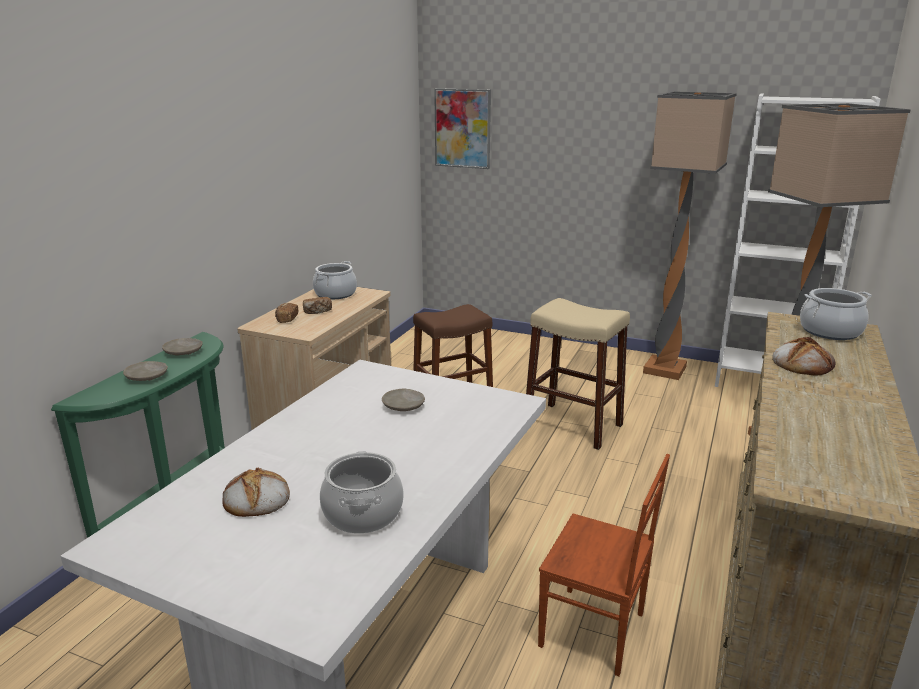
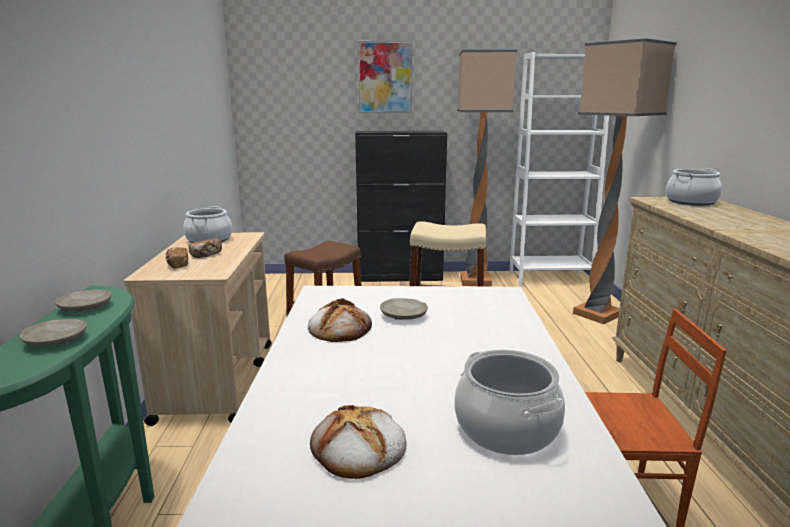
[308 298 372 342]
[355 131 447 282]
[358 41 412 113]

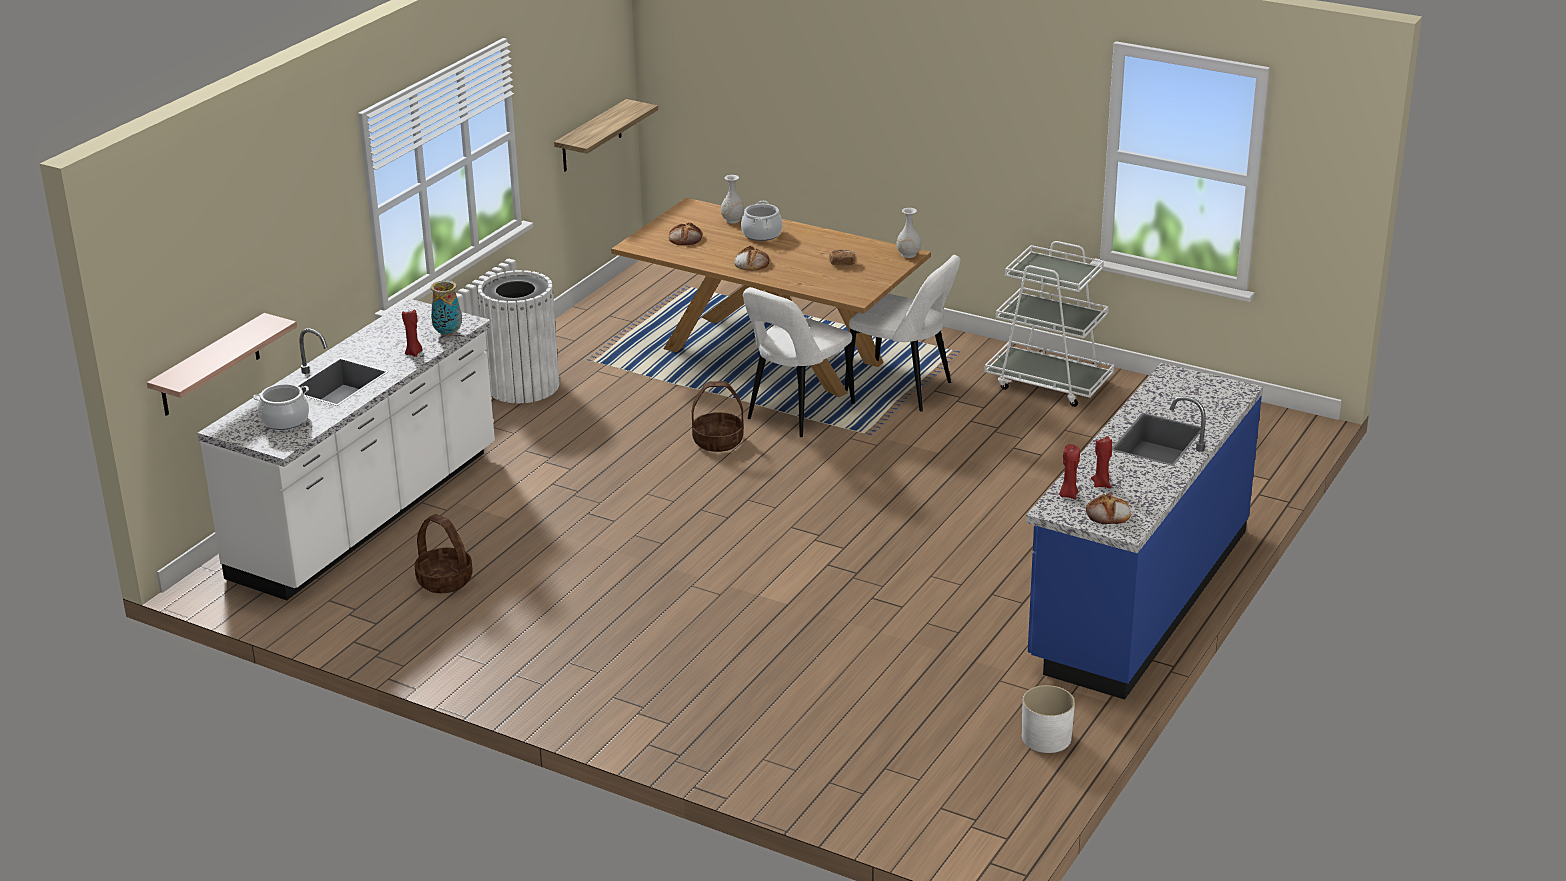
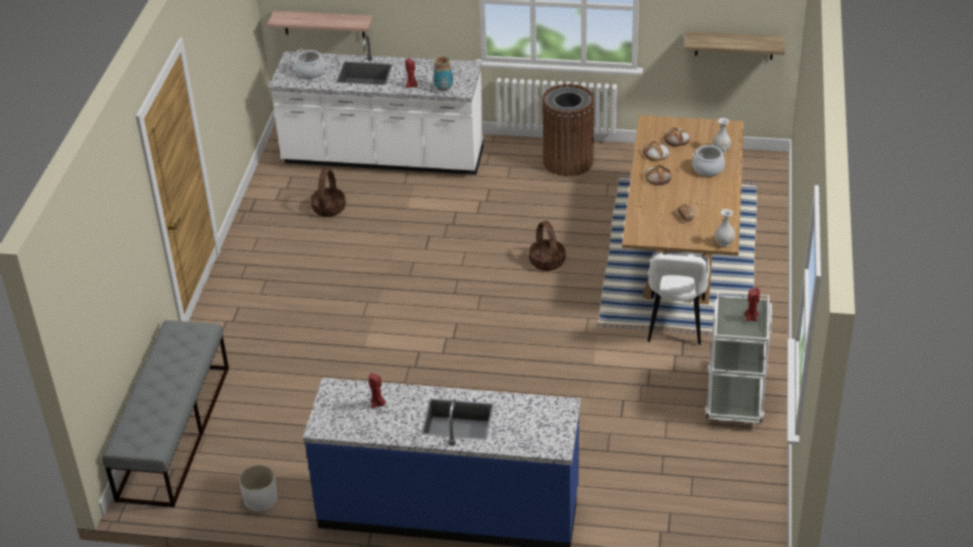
[102 320 229 507]
[542 84 595 177]
[643 141 670 161]
[744 287 760 322]
[743 287 855 437] (first image)

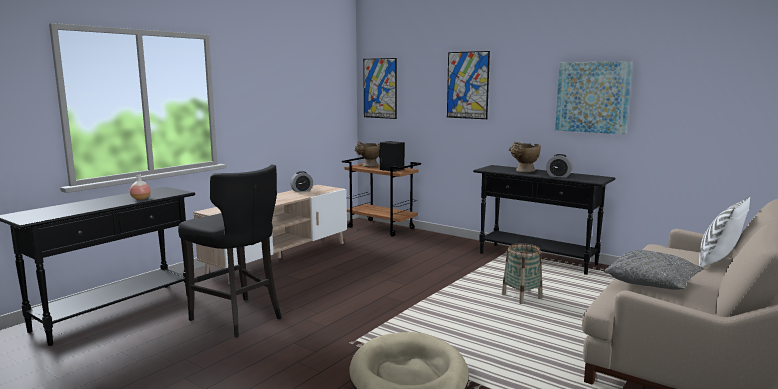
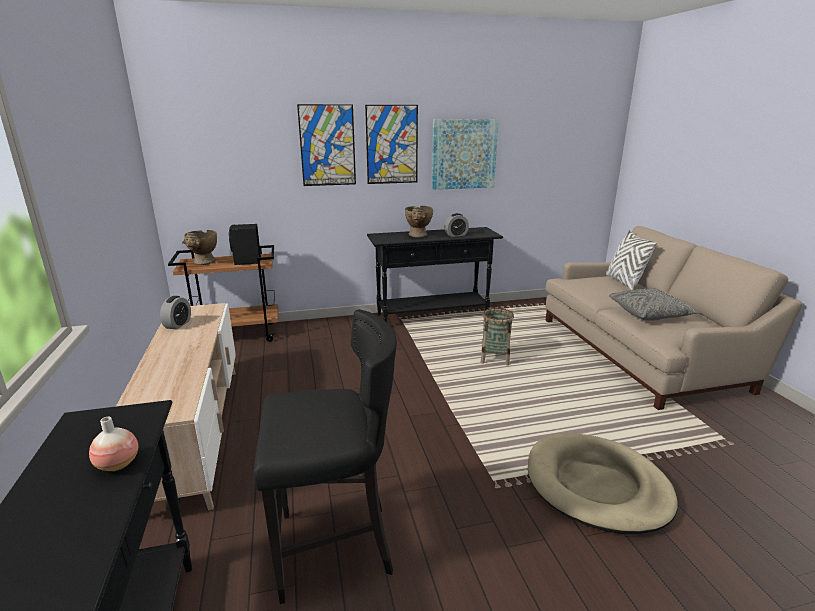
[365 105 418 184]

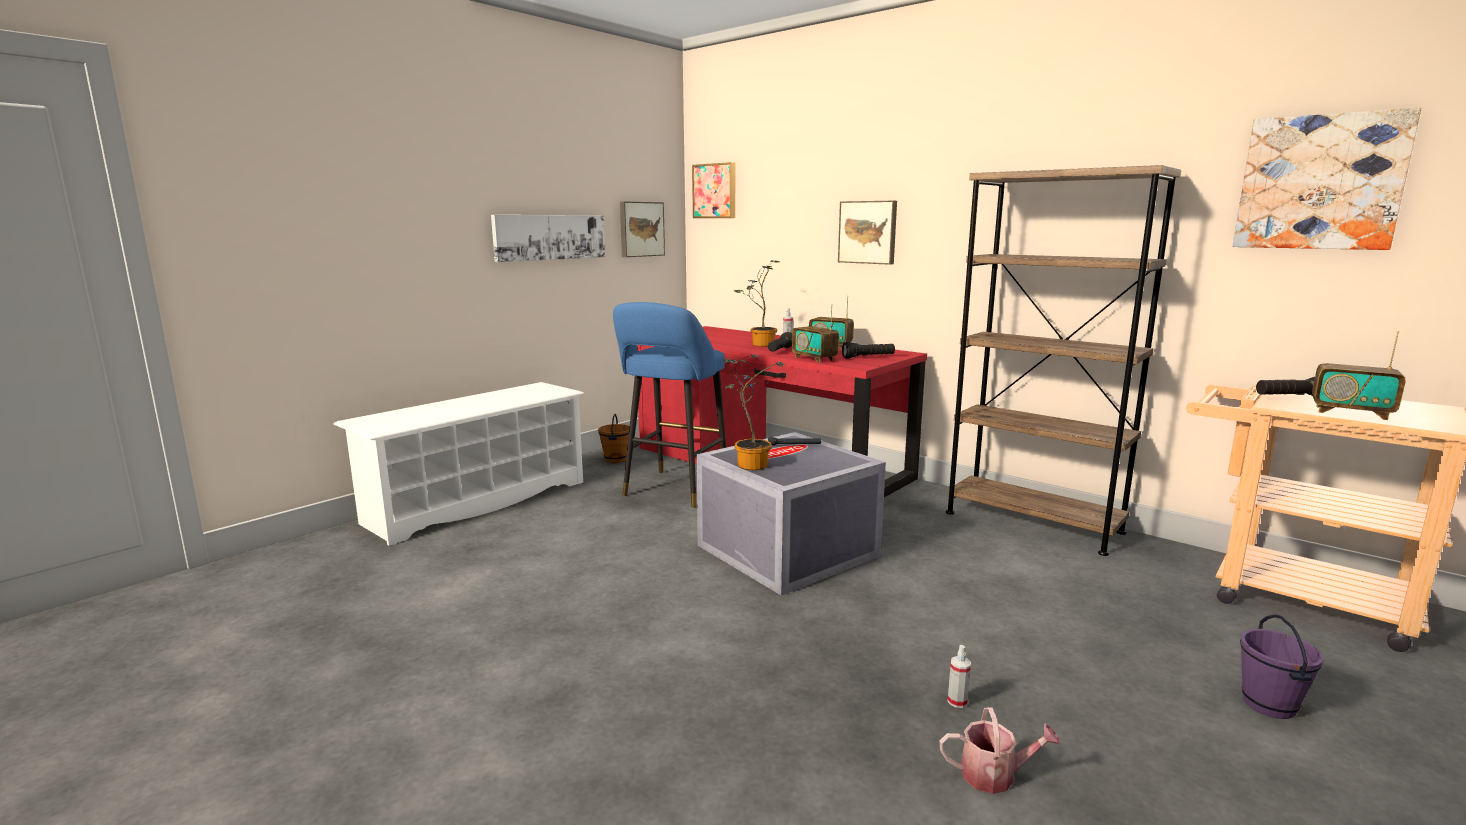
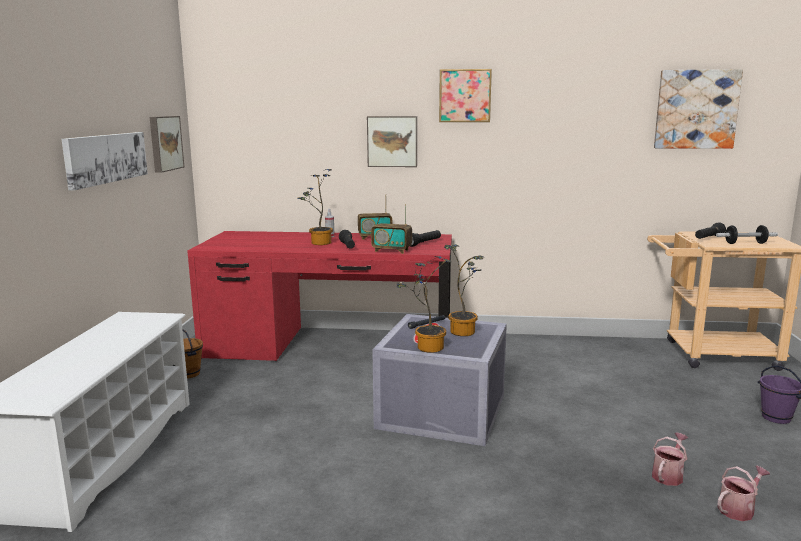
[439 69 492 122]
[444 244 485 336]
[652 432 688 486]
[716 225 778 244]
[613 302 726 508] (first image)
[946 165 1181 556] (first image)

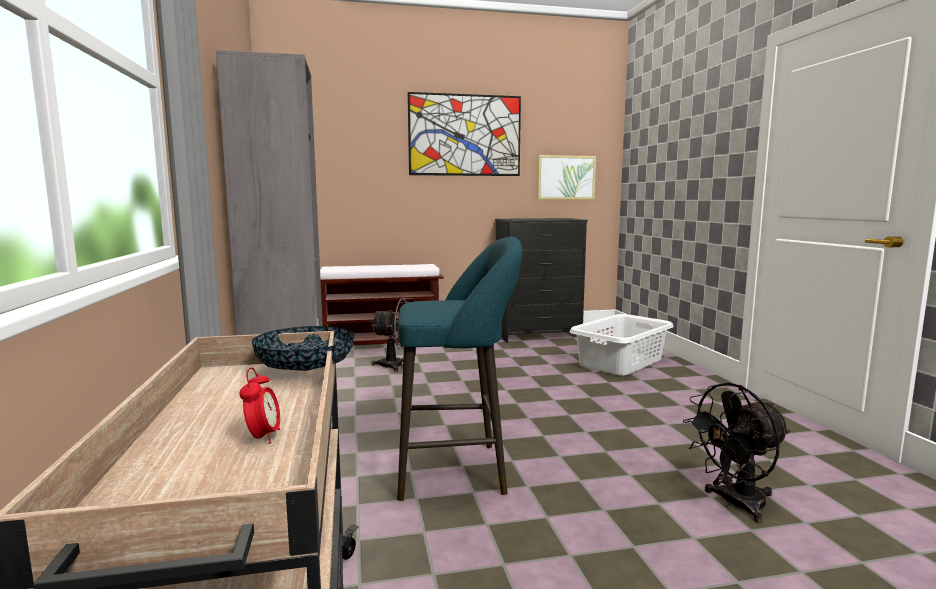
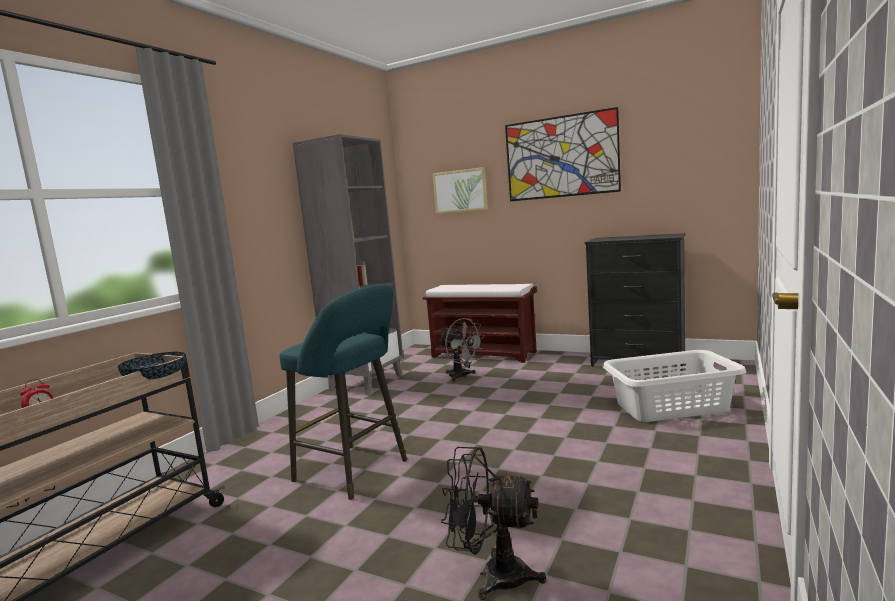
[433 167 488 214]

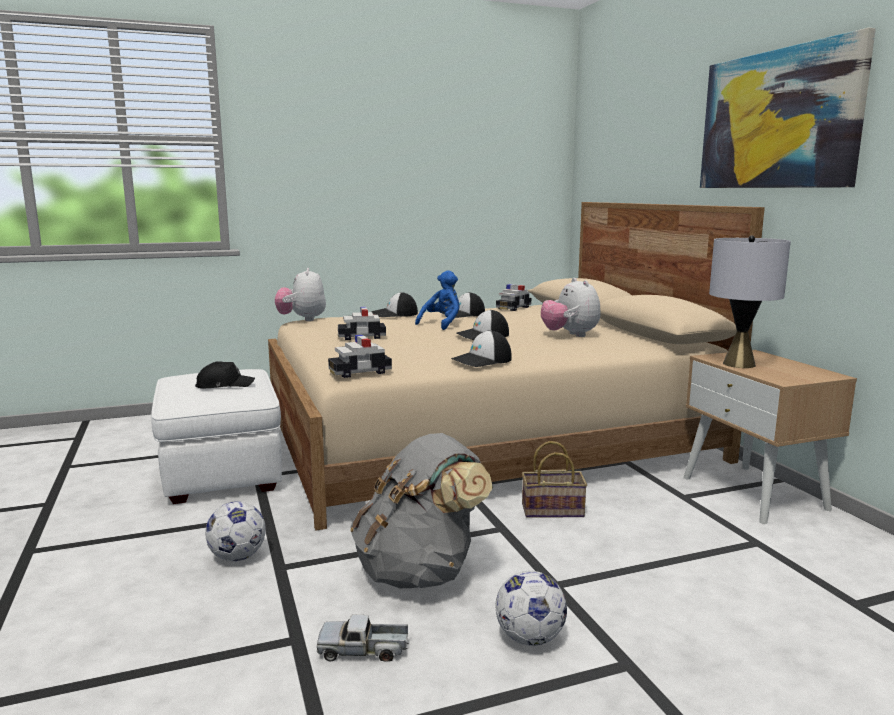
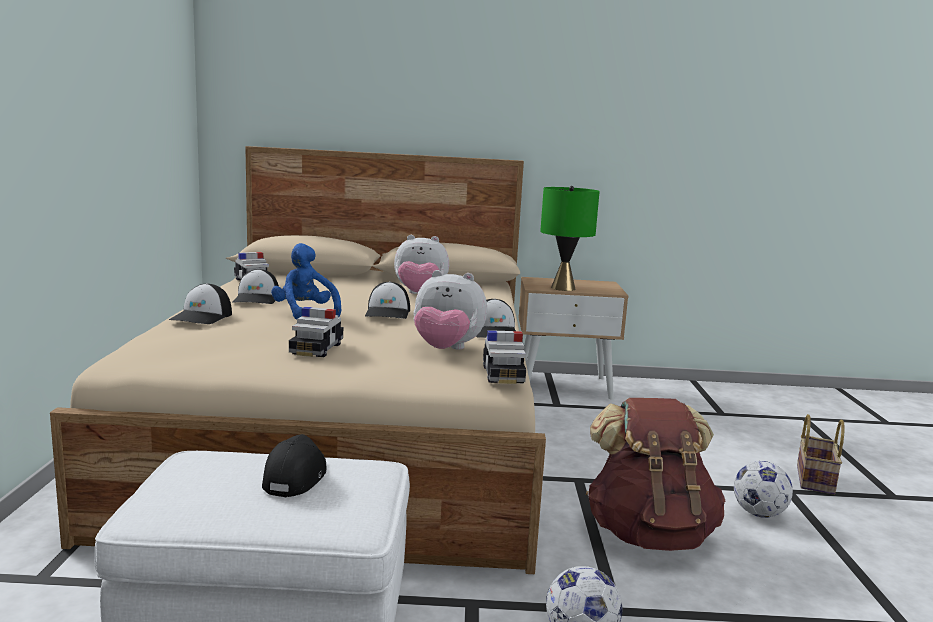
[413 270 487 350]
[540 186 600 291]
[586 398 725 551]
[797 414 844 495]
[317 615 408 662] (first image)
[700 28 876 188] (first image)

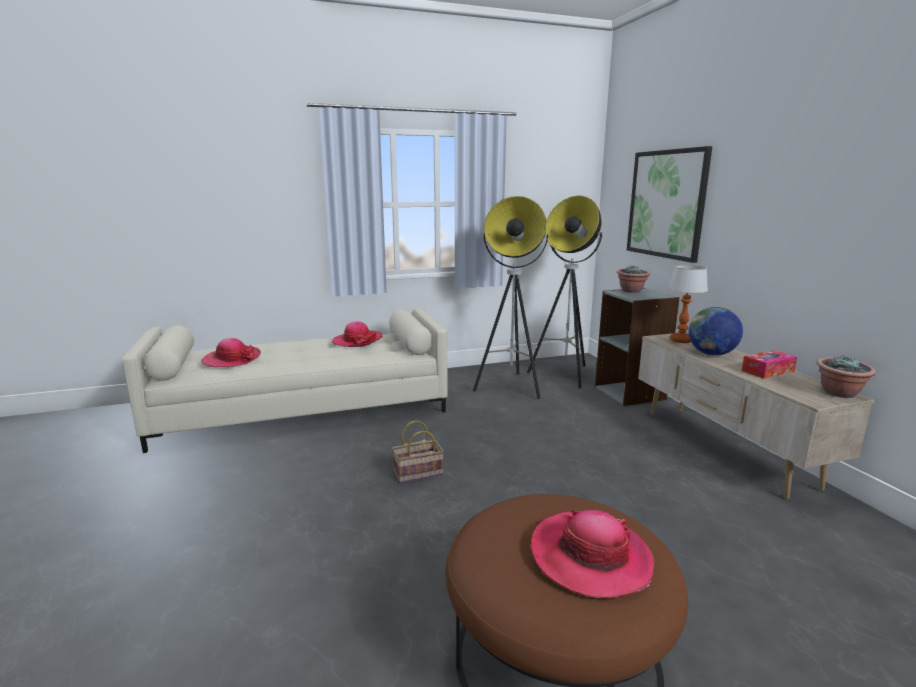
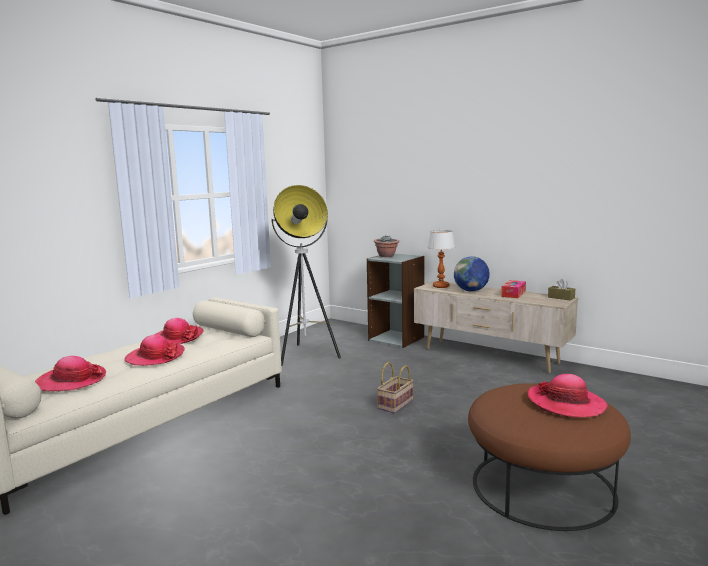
[125 335 185 366]
[377 362 413 413]
[548 279 575 301]
[527 196 603 389] (first image)
[627 146 712 263] (first image)

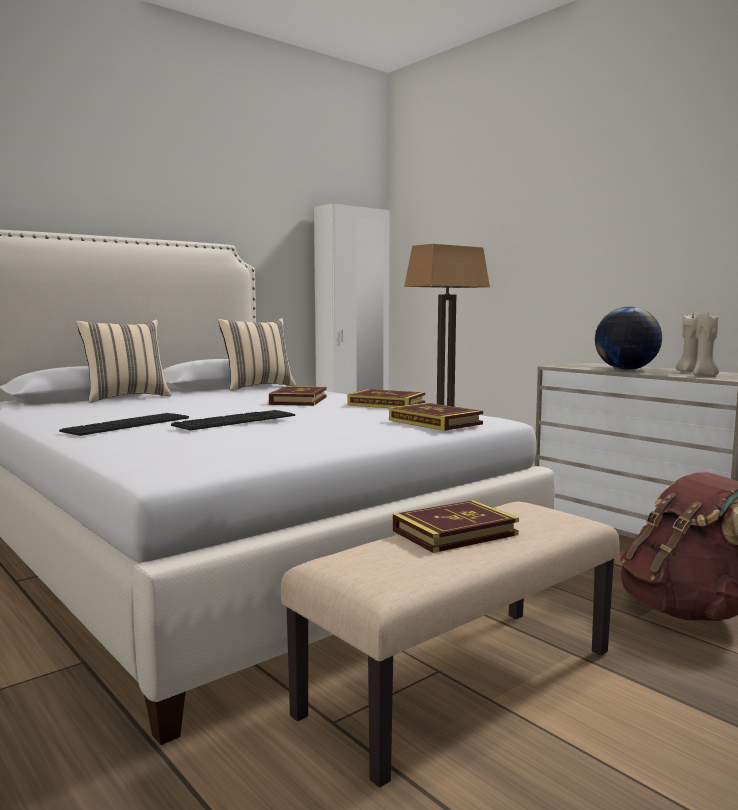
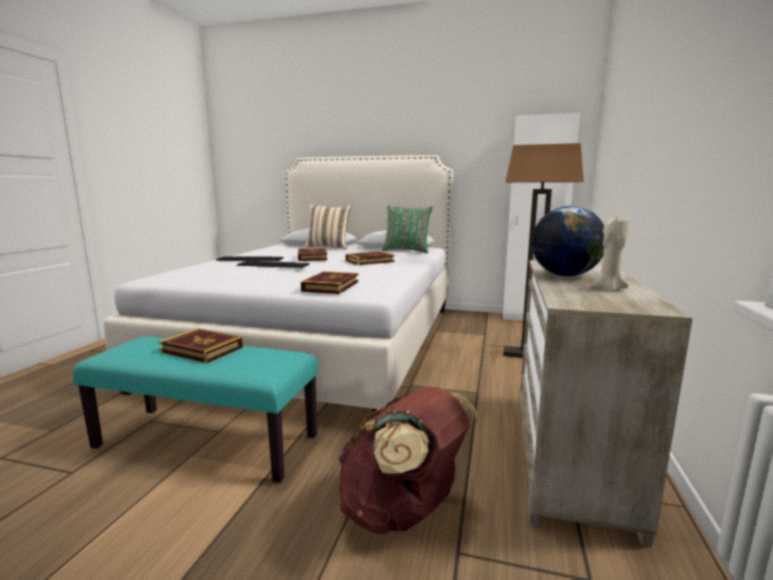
[73 337 318 483]
[298 248 327 261]
[382 205 433 253]
[693 313 719 376] (first image)

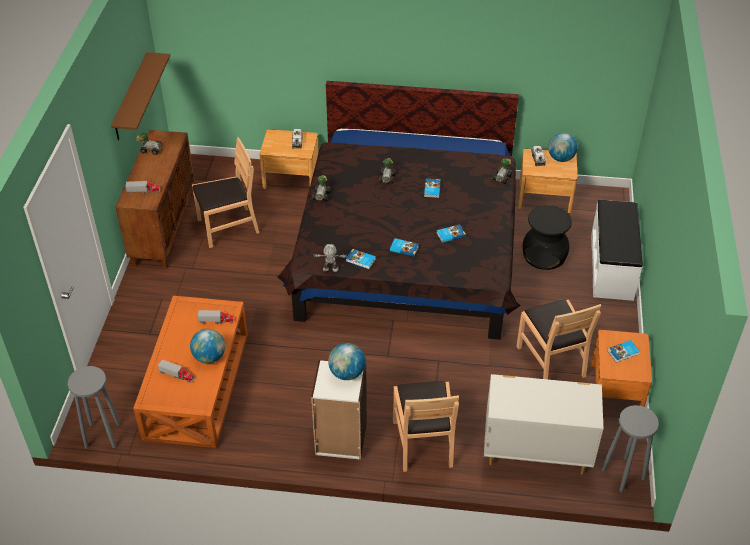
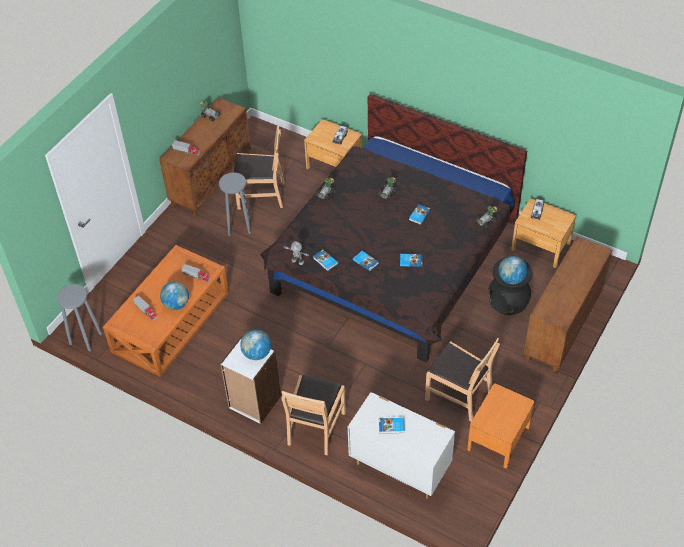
[219 173 251 236]
[379 418 405 434]
[425 338 500 422]
[499 256 527 284]
[524 236 612 373]
[111 52 170 140] (first image)

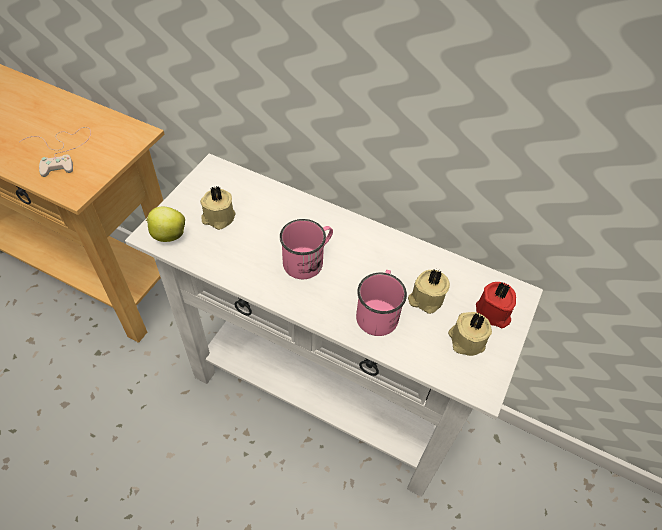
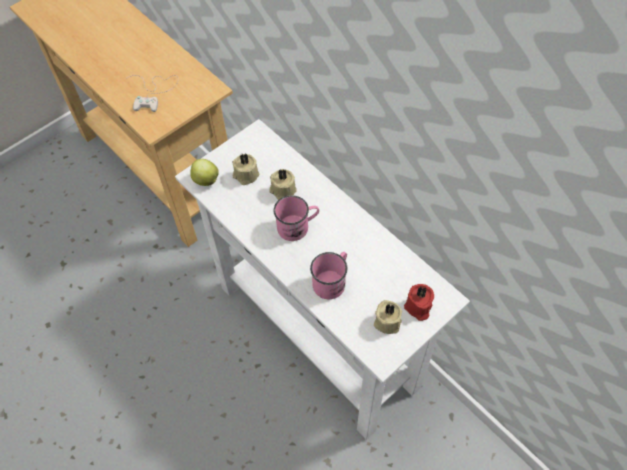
[269 169 297 200]

